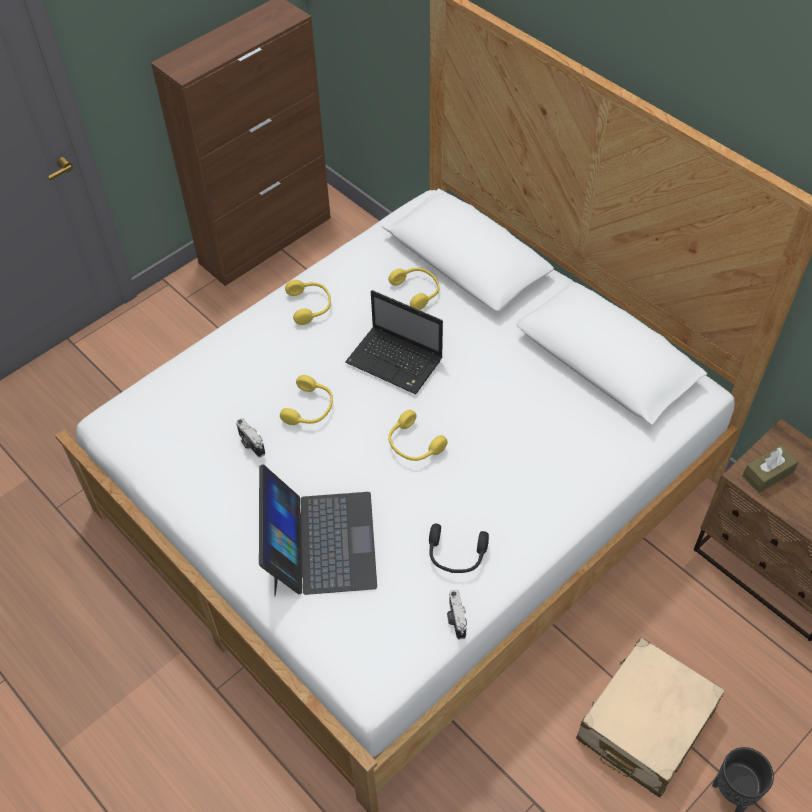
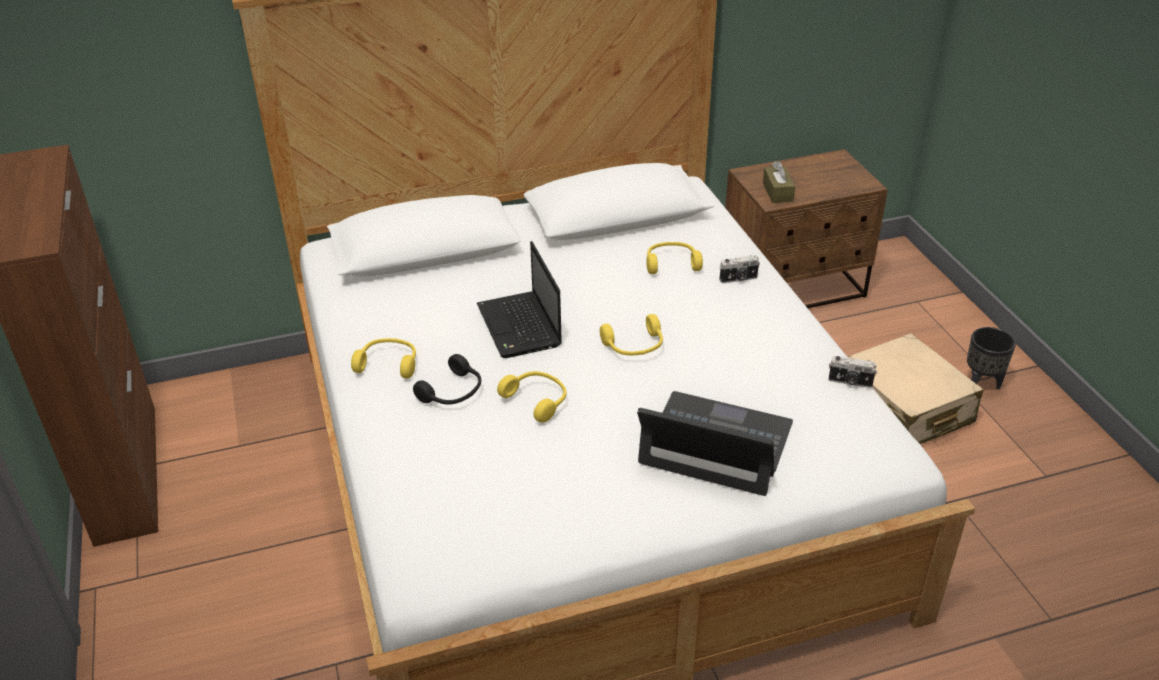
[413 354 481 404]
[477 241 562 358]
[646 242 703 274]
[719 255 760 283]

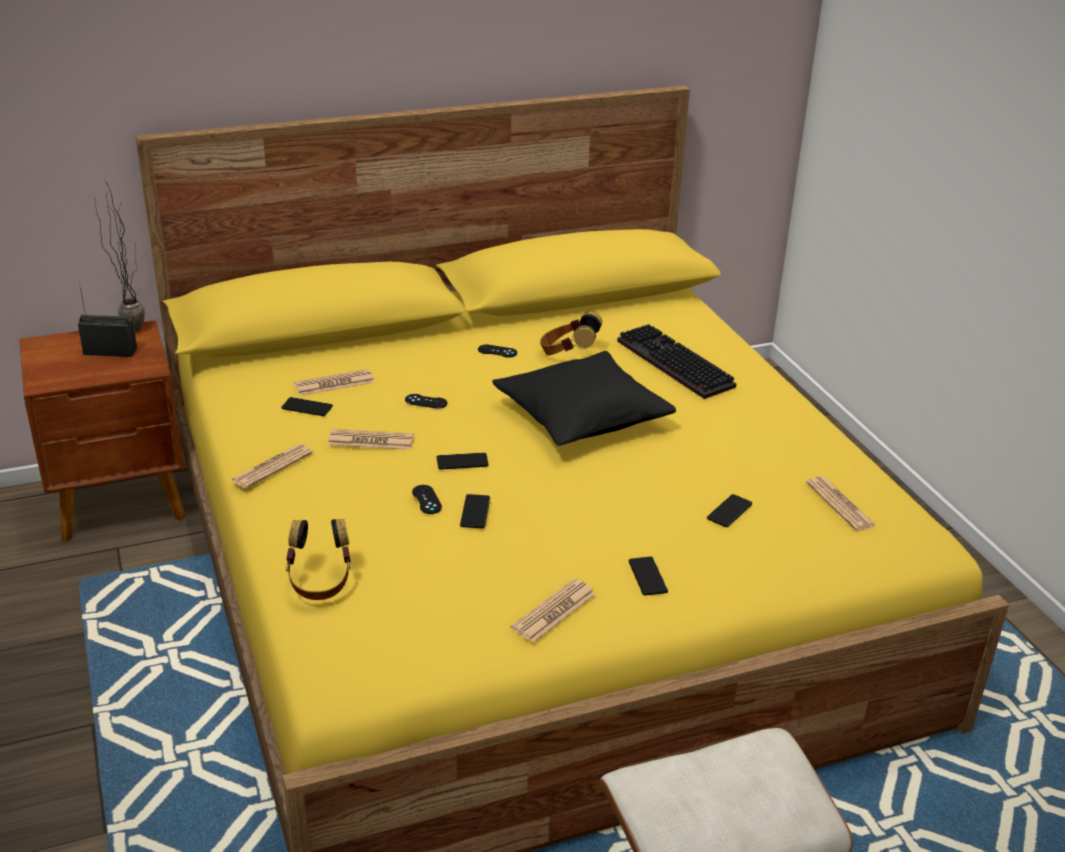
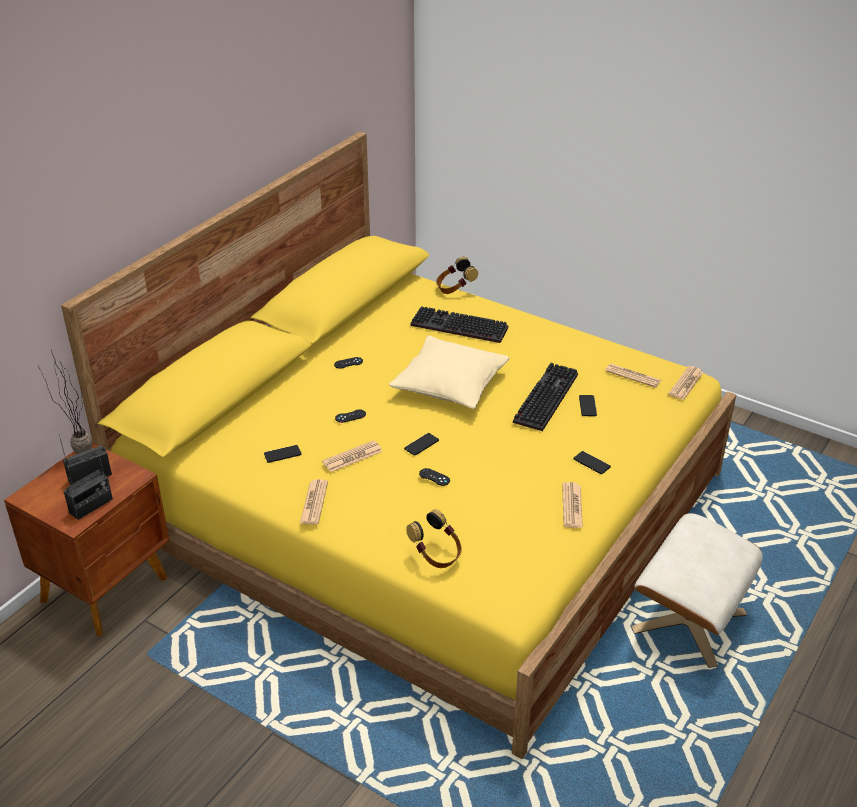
[64 452 113 520]
[389 336 509 409]
[436 257 478 294]
[513 363 578 431]
[669 366 703 400]
[460 494 490 529] (first image)

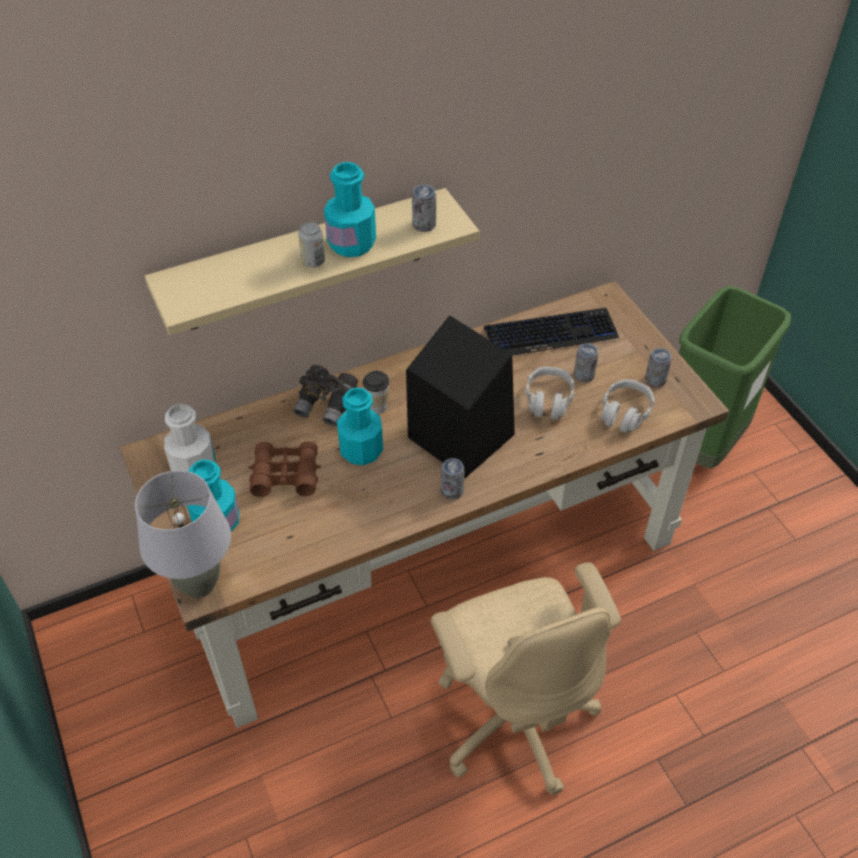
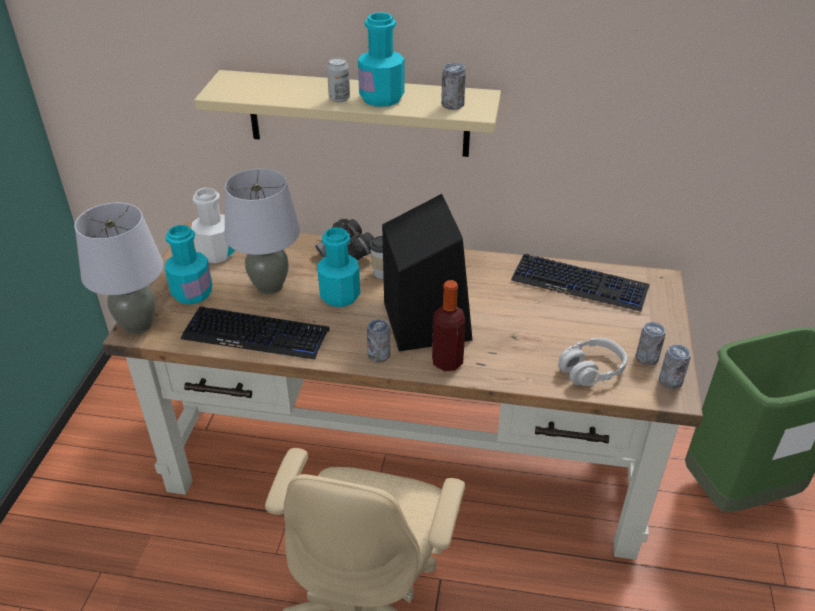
[181 306 329 360]
[224 168 300 294]
[432 280 466 371]
[659 344 691 389]
[525 367 574 420] (first image)

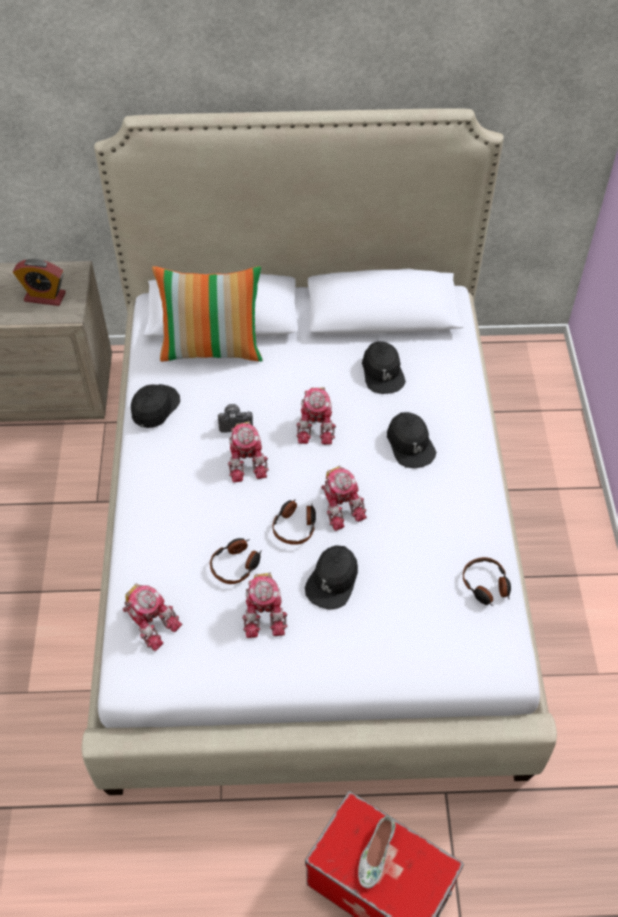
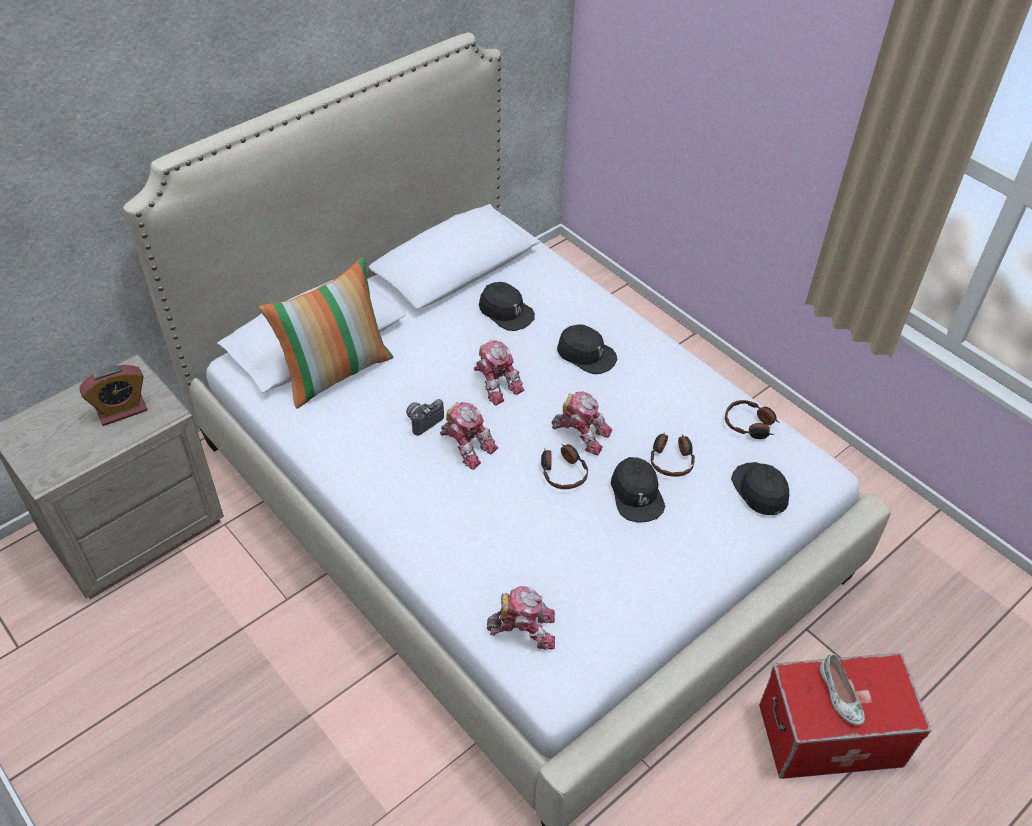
[651 432 695 477]
[731 462 789 515]
[242 572 288 638] (first image)

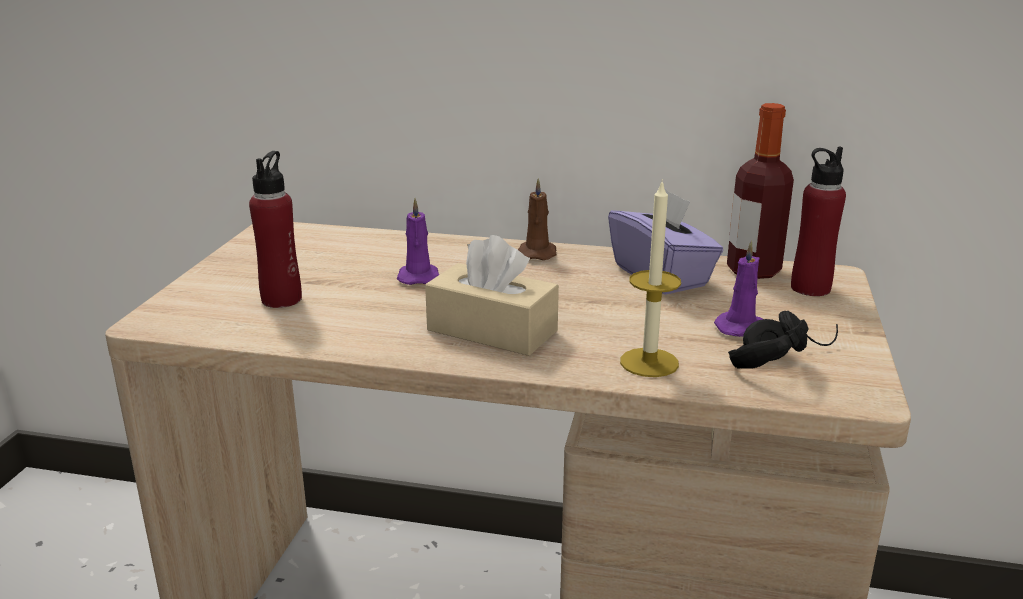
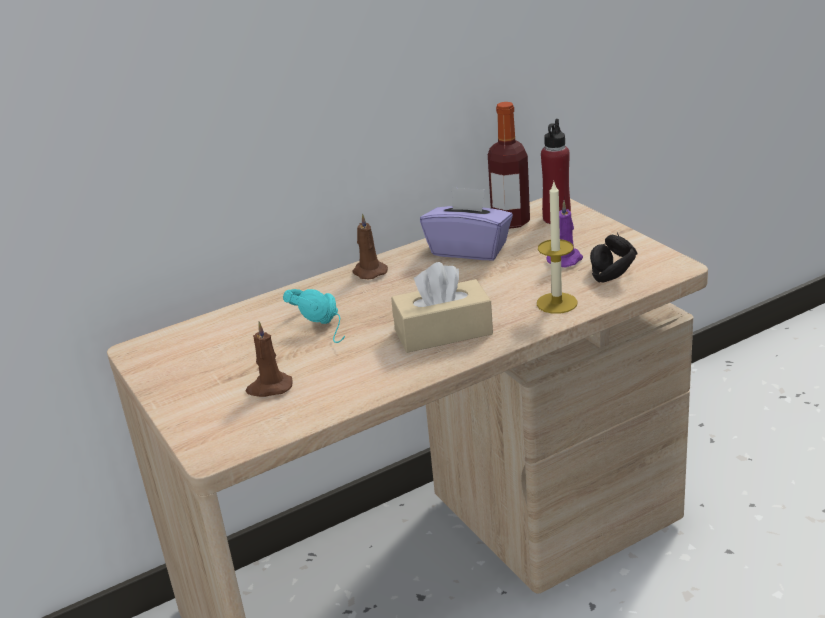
[246 322 293 397]
[283 289 345 343]

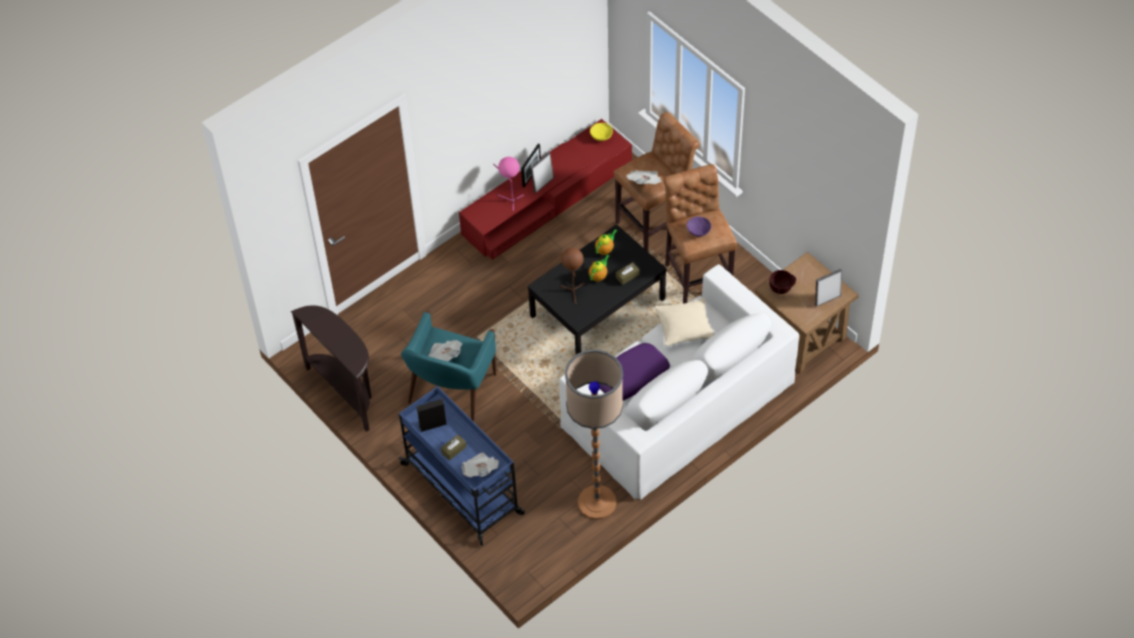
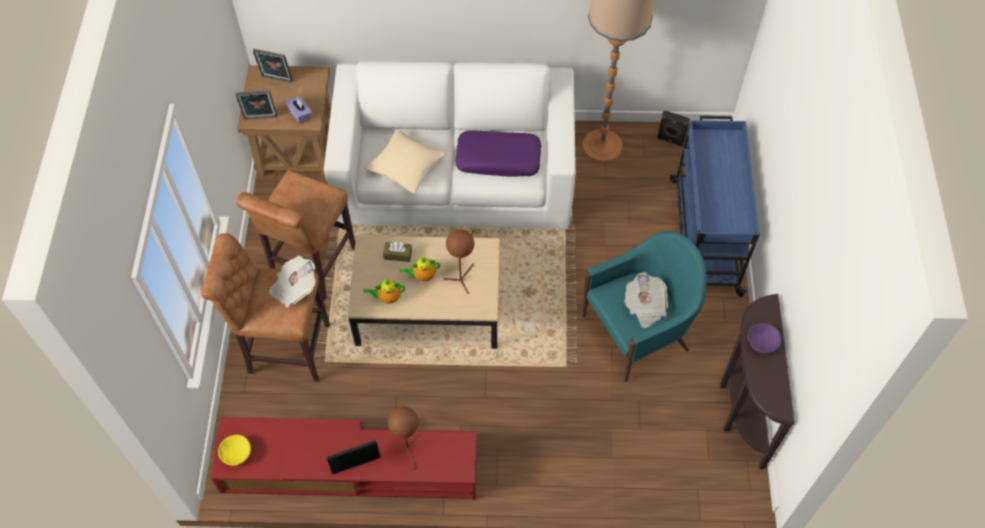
[236 90 277 120]
[285 96 312 123]
[348 236 500 349]
[388 407 420 469]
[657 110 690 147]
[748 323 782 354]
[441 435 467 460] (first image)
[462 453 499 477] (first image)

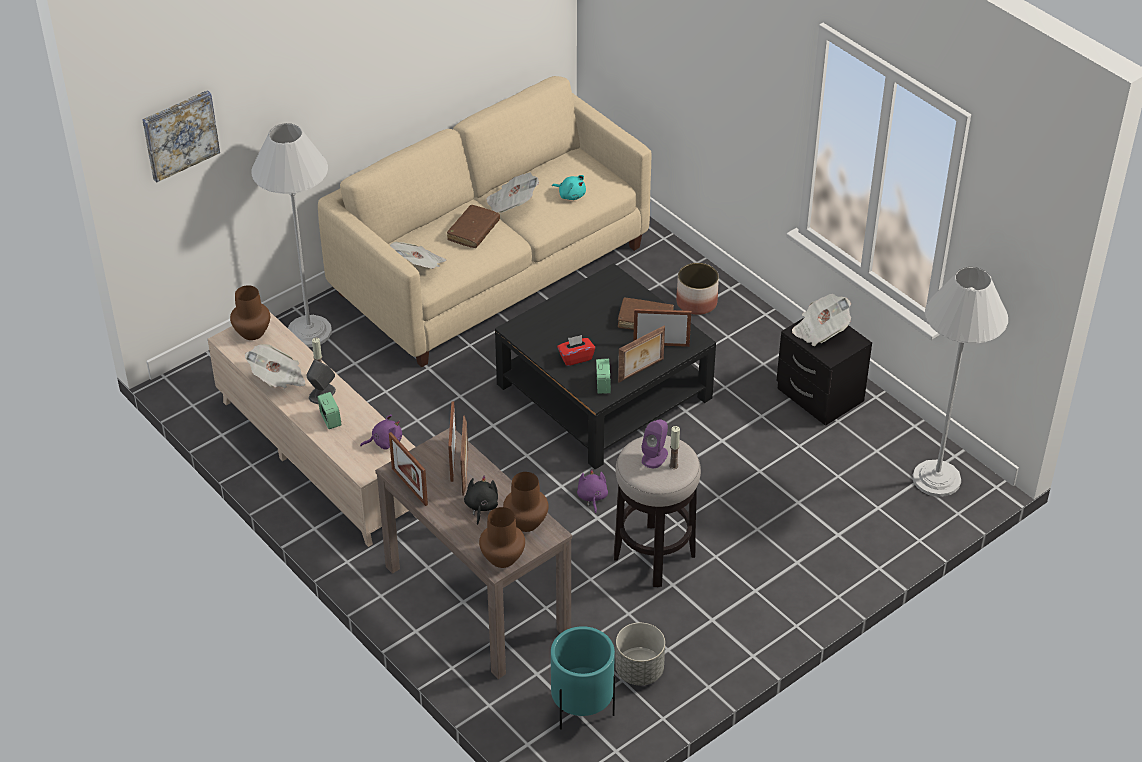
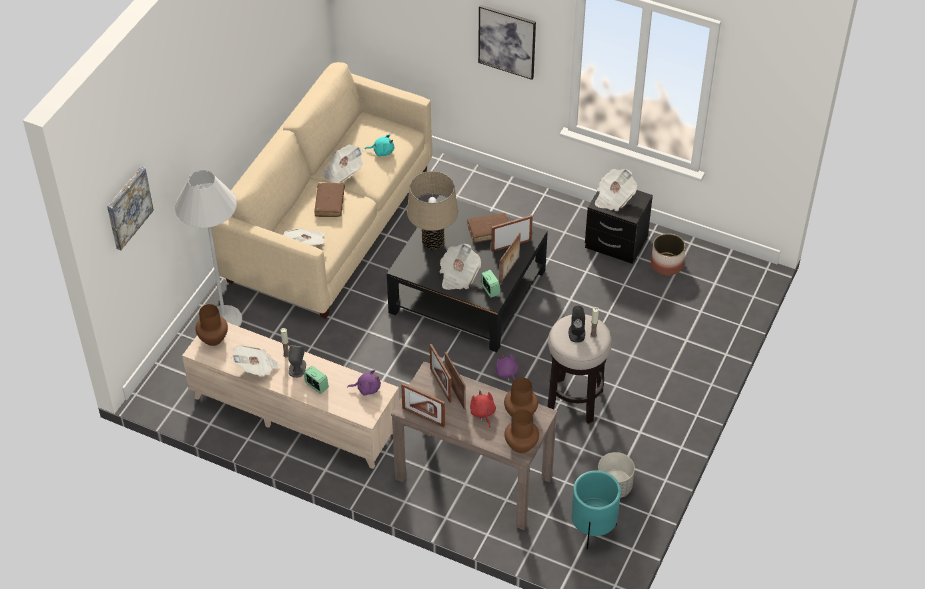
[347 370 381 396]
[407 171 458 250]
[440 244 481 290]
[470 390 496 428]
[478 5 536 80]
[569 306 585 343]
[651 233 686 275]
[912 267 1008 497] (first image)

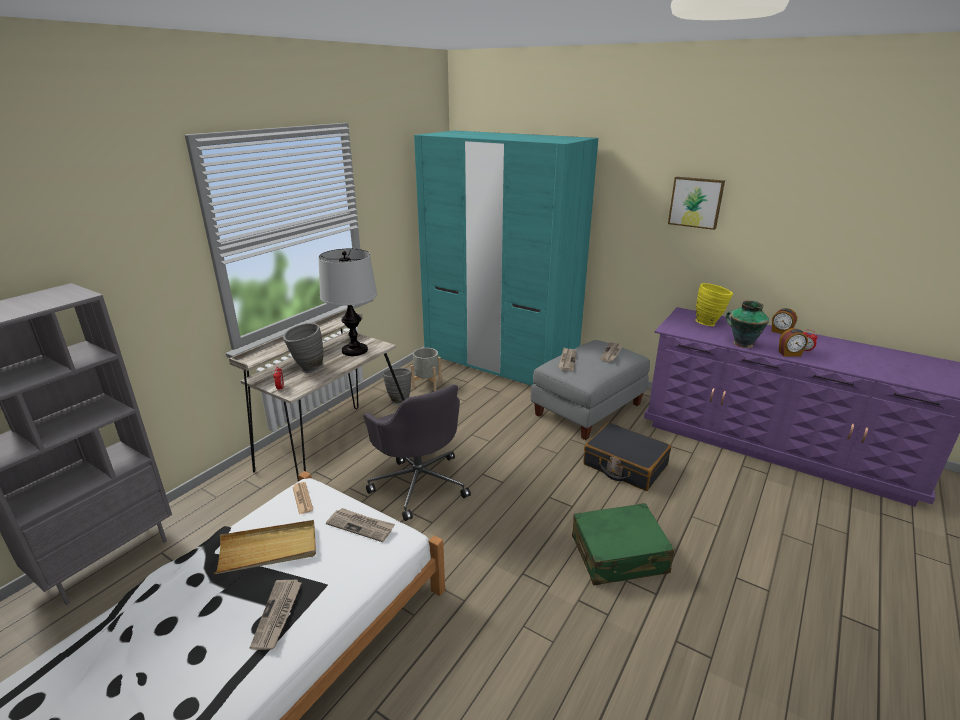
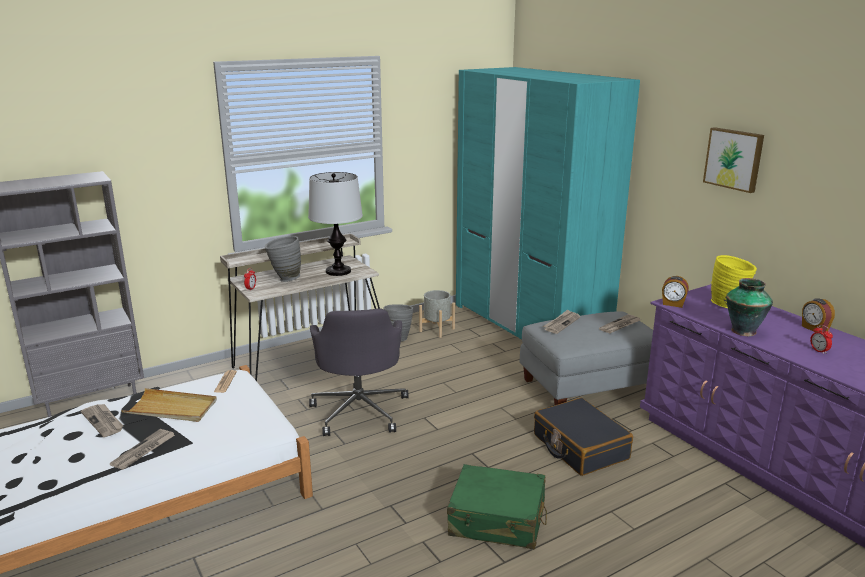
[81 404 123 437]
[662 276 689 308]

